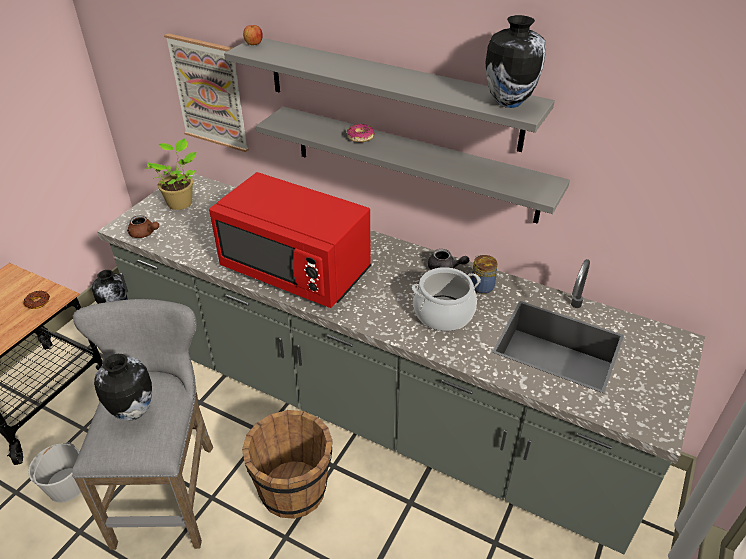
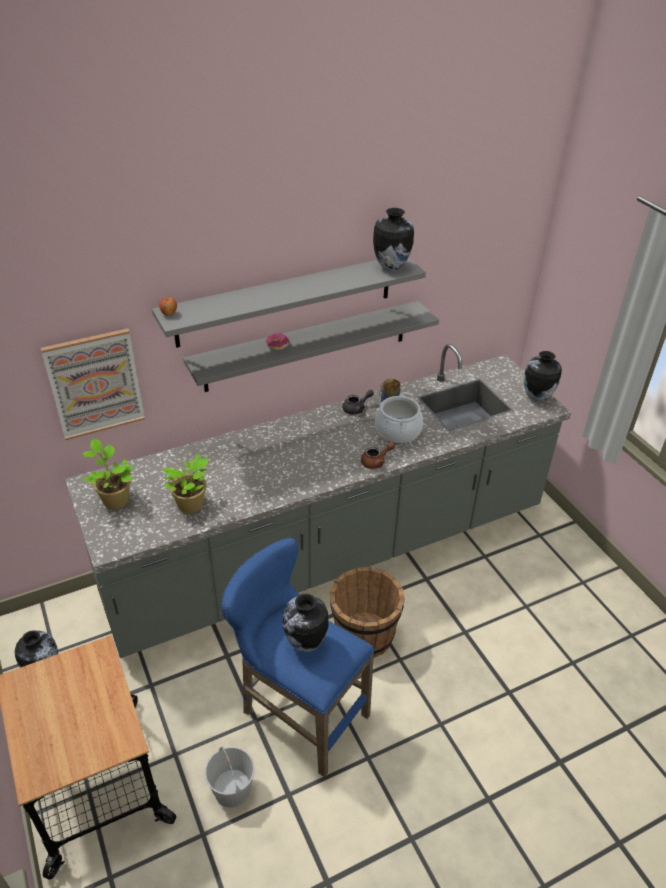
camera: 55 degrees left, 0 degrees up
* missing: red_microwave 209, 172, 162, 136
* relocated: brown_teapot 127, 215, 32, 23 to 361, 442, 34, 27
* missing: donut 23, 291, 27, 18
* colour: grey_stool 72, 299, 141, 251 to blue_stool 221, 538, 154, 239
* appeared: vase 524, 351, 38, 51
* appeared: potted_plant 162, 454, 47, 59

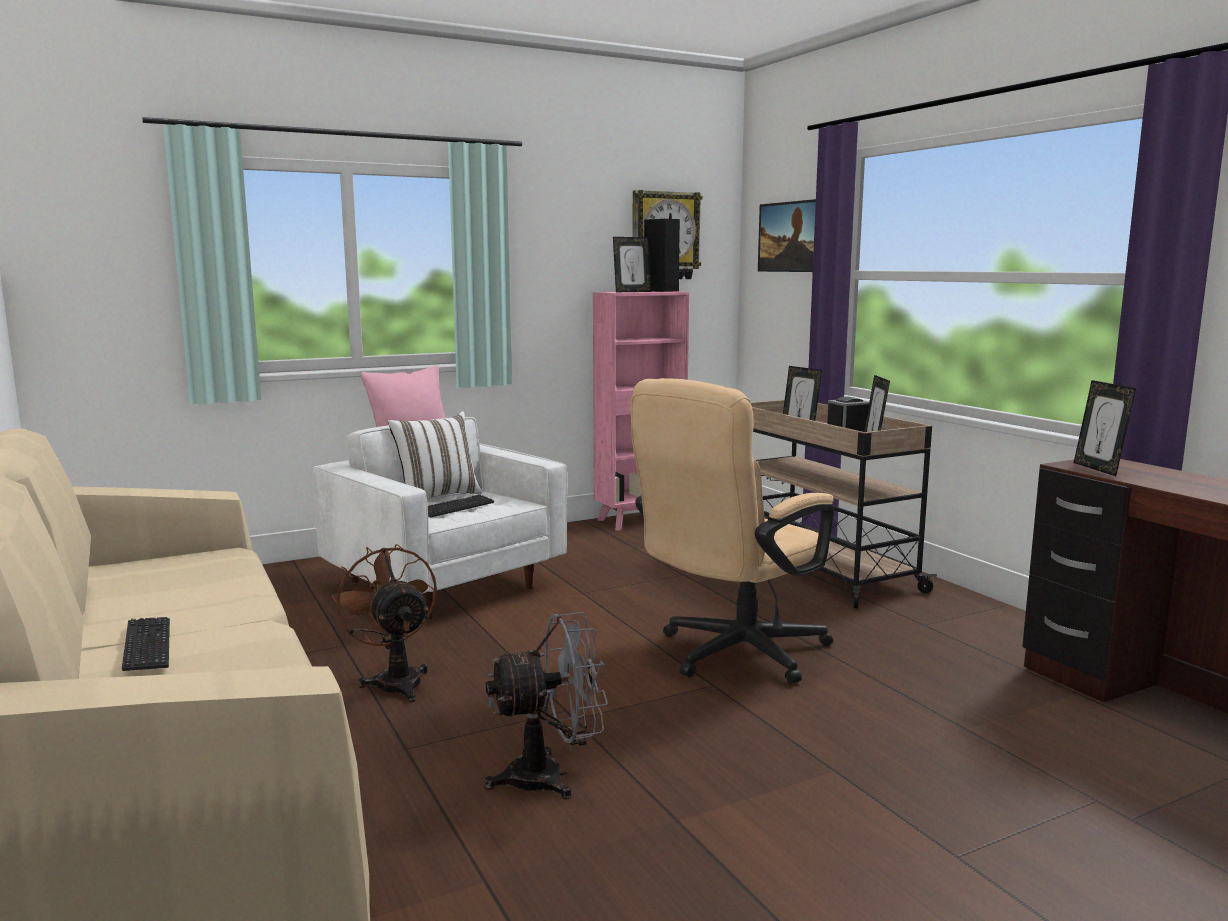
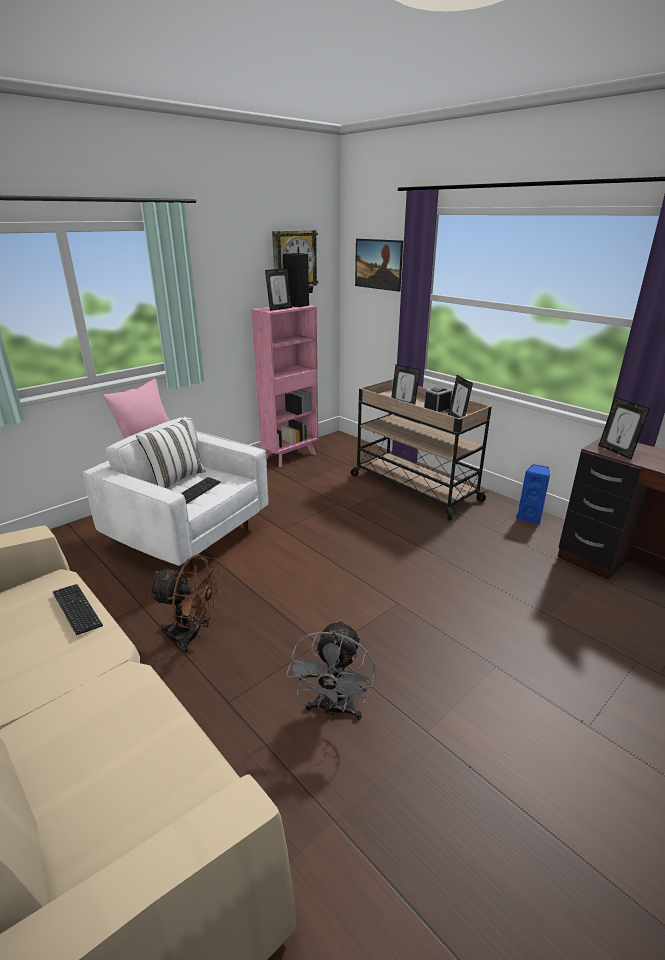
camera: 15 degrees left, 15 degrees up
* missing: beige_office_chair 631, 378, 203, 306
* spun: brown_fan 331, 544, 106, 158 = 148, 555, 74, 99 150 degrees clockwise
* spun: grey_fan 484, 612, 124, 188 = 286, 619, 89, 101 135 degrees clockwise
* relocated: keyboard 122, 617, 48, 54 to 53, 584, 50, 51
* appeared: blue_speaker 517, 464, 33, 60

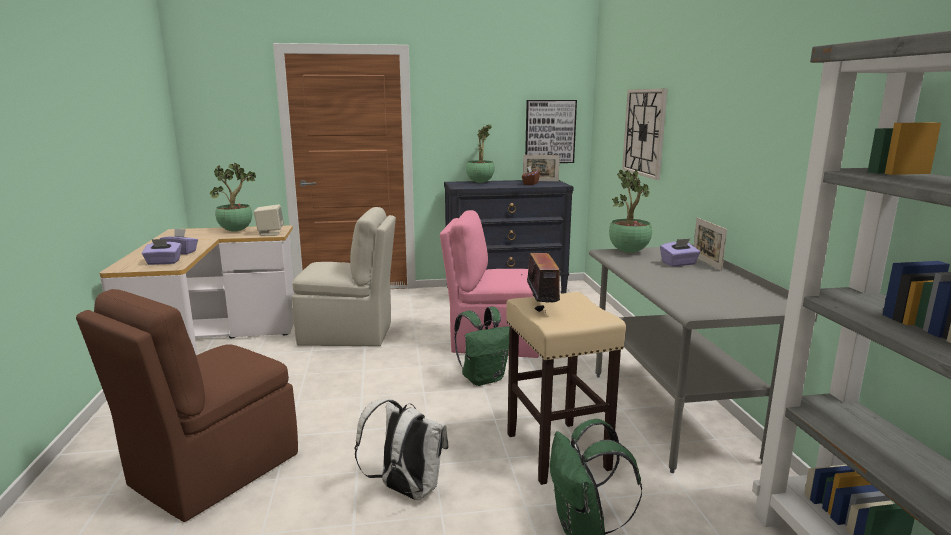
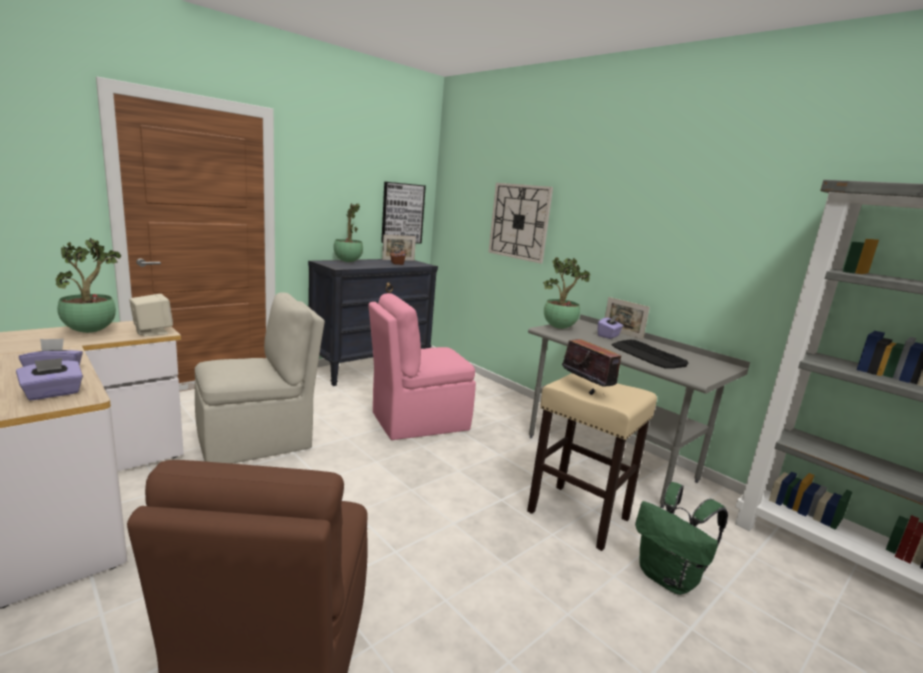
camera: 35 degrees left, 0 degrees up
* missing: green_backpack 454, 307, 55, 79
* missing: white_backpack 354, 399, 95, 101
* appeared: keyboard 611, 339, 78, 30

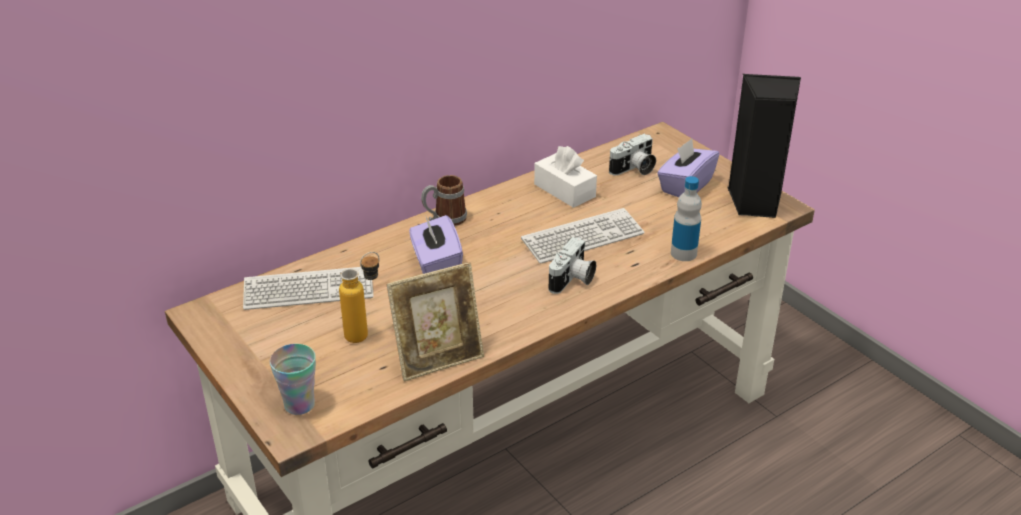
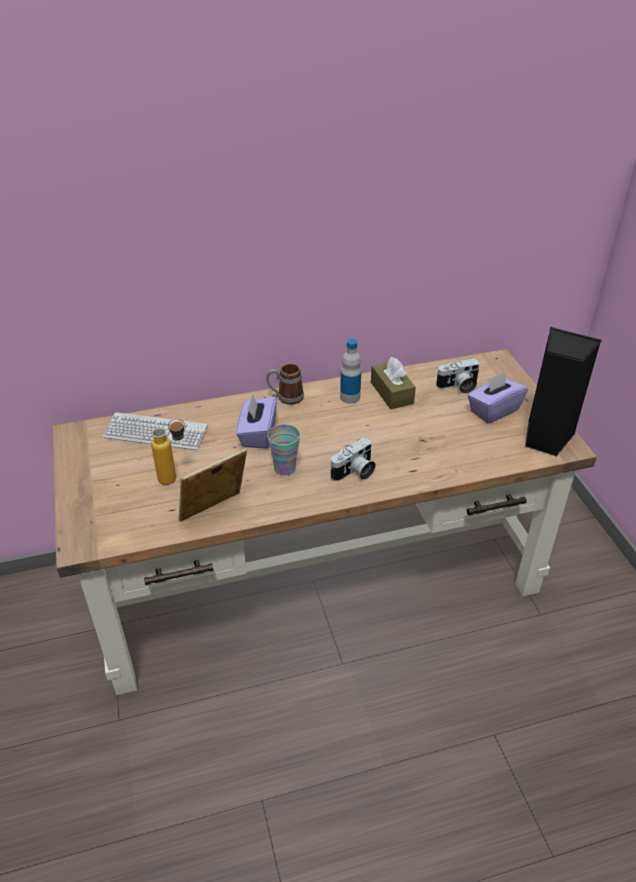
camera: 20 degrees right, 5 degrees up
* colour: white_tissue_box 534, 146, 63, 62 to brown_tissue_box 371, 357, 45, 52
* relocated: bottle 671, 176, 31, 85 to 340, 339, 21, 65
* missing: keyboard 521, 208, 124, 55
* spun: picture_frame 387, 262, 97, 119 = 179, 448, 68, 74 150 degrees clockwise
* relocated: cup 270, 344, 46, 71 to 267, 424, 33, 51

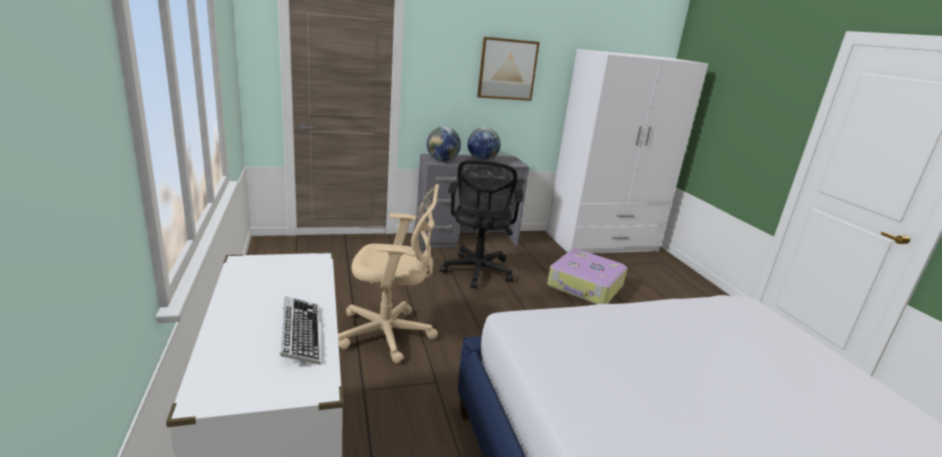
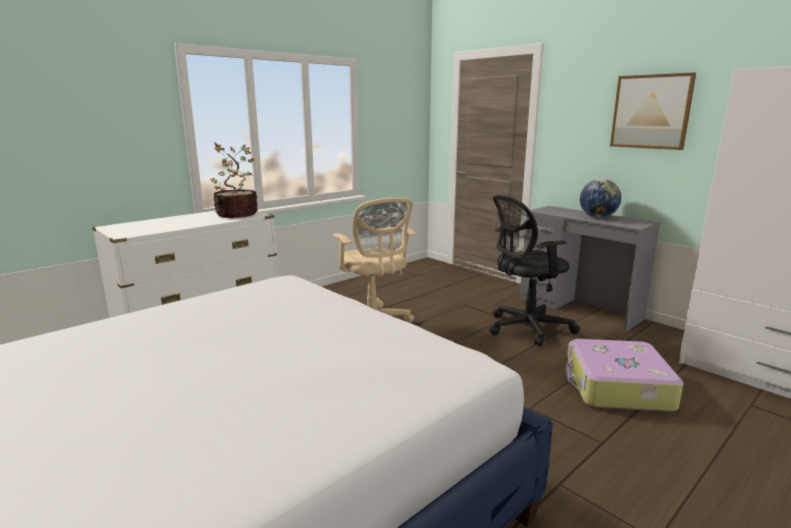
camera: 65 degrees right, 5 degrees down
* missing: globe 427, 127, 34, 35
* missing: keyboard 280, 296, 41, 69
* appeared: potted_plant 211, 142, 47, 76

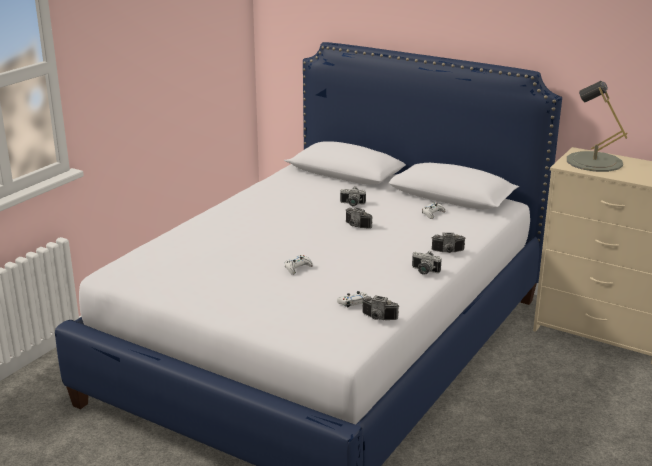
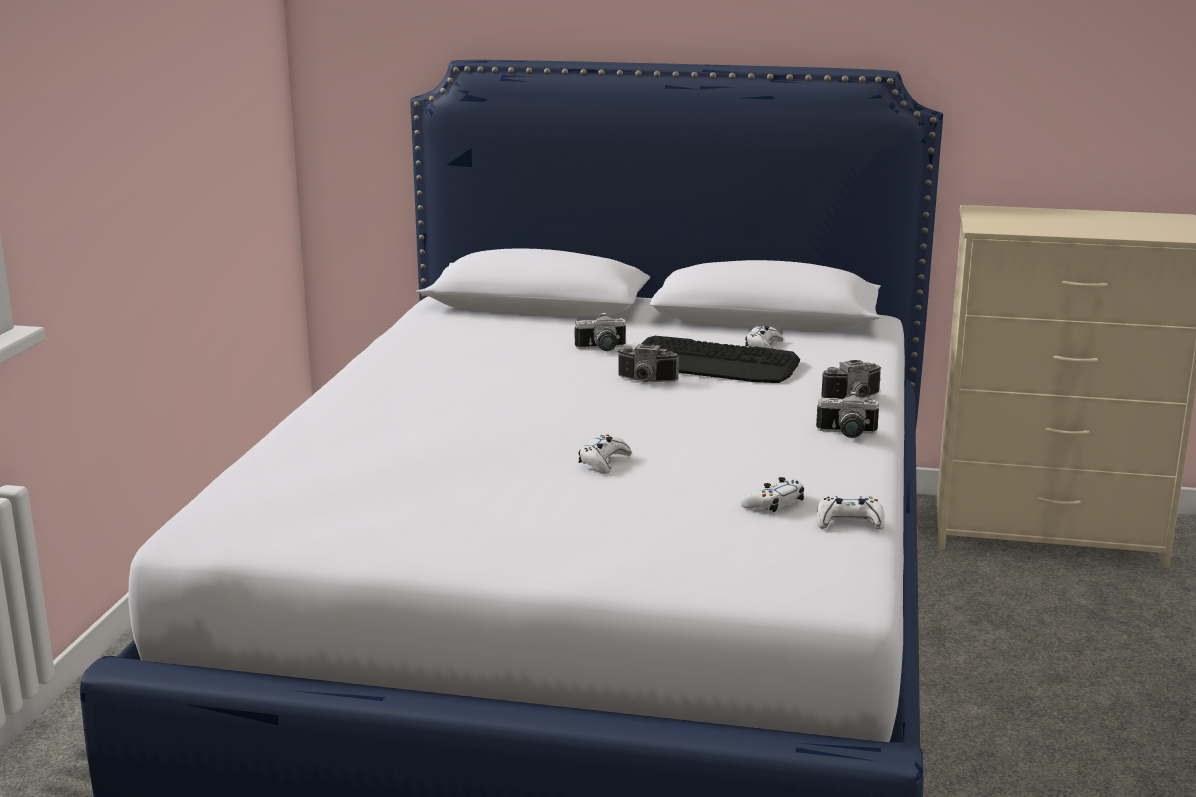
camera: 20 degrees left, 5 degrees down
* missing: grey_table_lamp 567, 81, 61, 91
* exchanged: photo_camera 362, 295, 37, 25 to white_game_controller 817, 496, 68, 34
* appeared: keyboard 641, 336, 159, 47

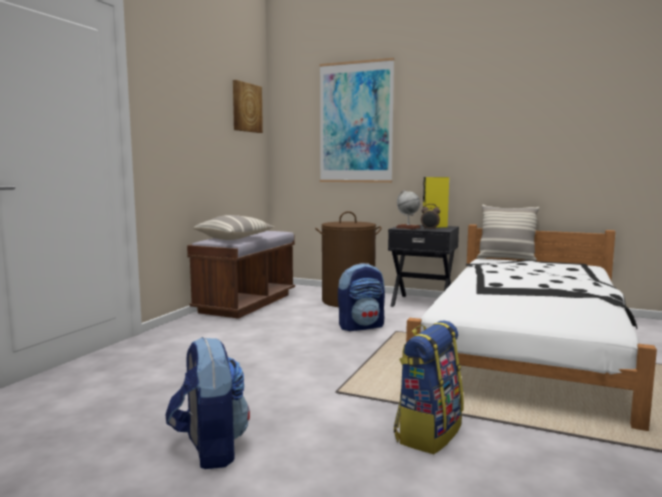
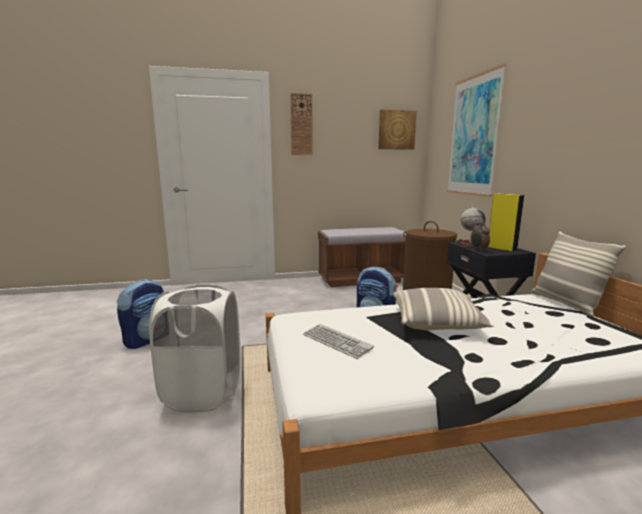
camera: 55 degrees right, 5 degrees up
* relocated: pillow 193, 215, 81, 25 to 393, 288, 101, 42
* exchanged: backpack 394, 320, 70, 134 to white_laundry_basket 149, 284, 92, 128
* appeared: wall_clock 290, 93, 23, 62
* appeared: keyboard 303, 324, 71, 35

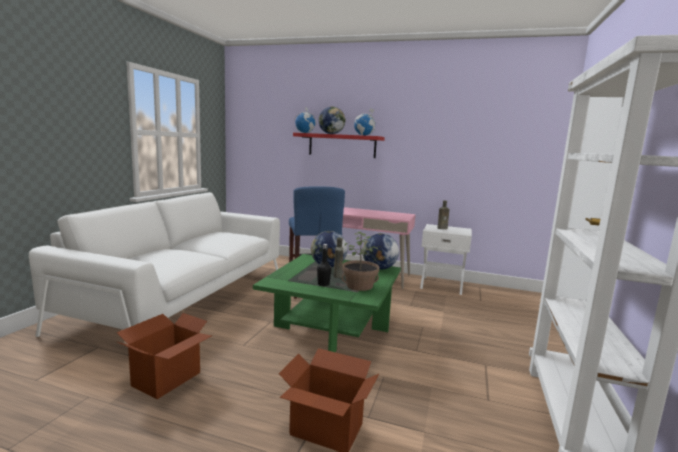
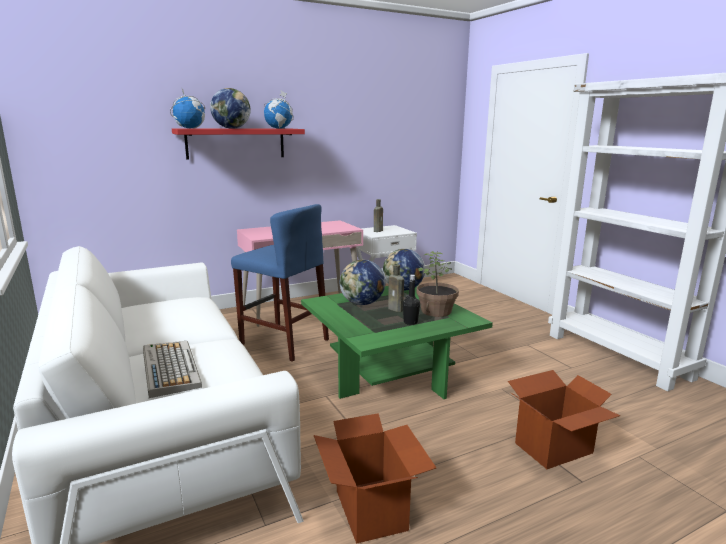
camera: 45 degrees left, 5 degrees up
* appeared: keyboard 143, 341, 59, 57

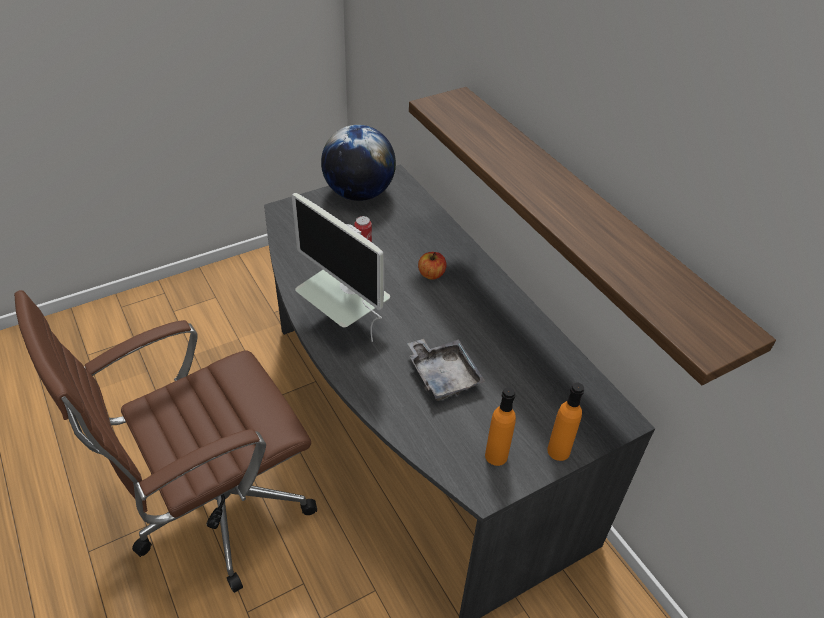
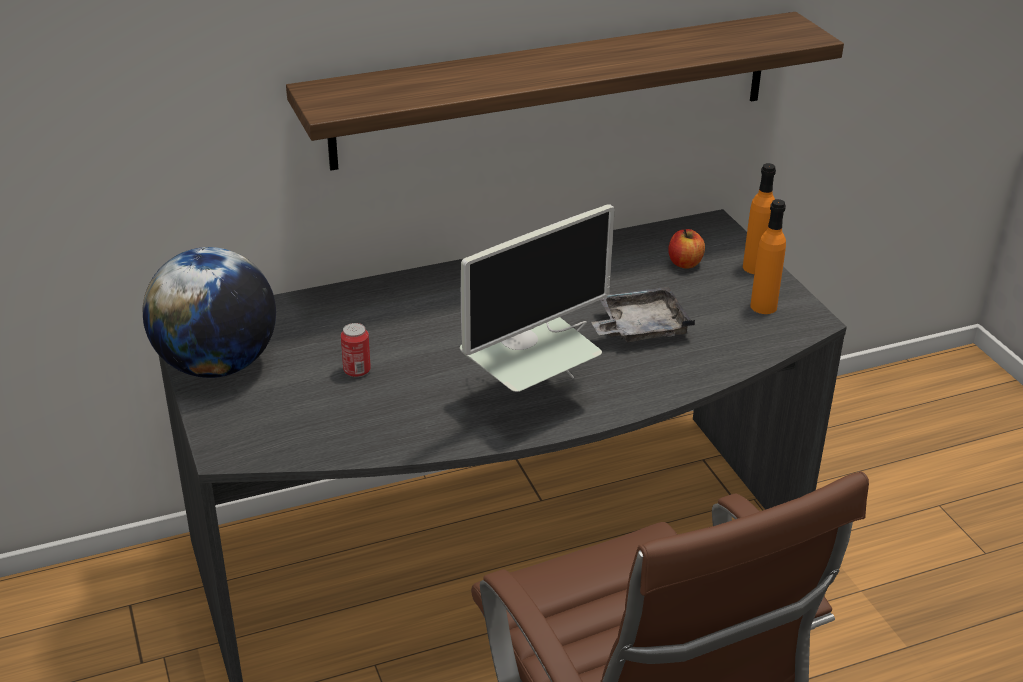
camera: 80 degrees left, 10 degrees down
* relocated: apple 418, 252, 29, 28 to 668, 229, 37, 39

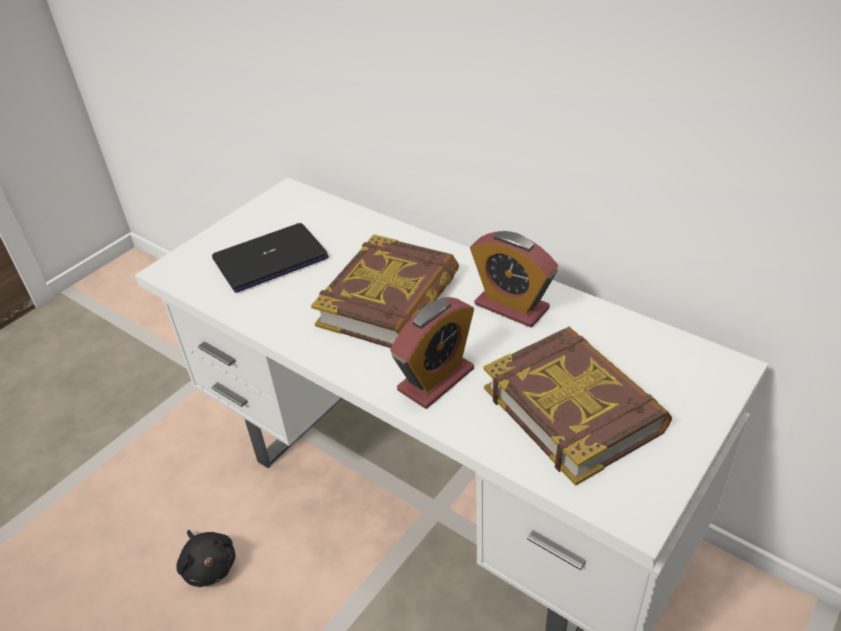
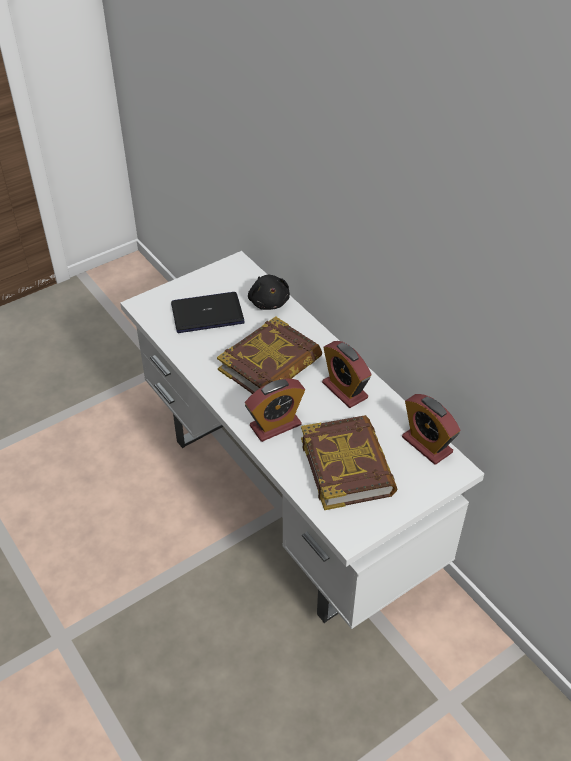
camera: 15 degrees right, 5 degrees up
* relocated: black_plush_toy 176, 530, 59, 57 to 248, 275, 42, 35
* appeared: alarm_clock 402, 394, 58, 71

